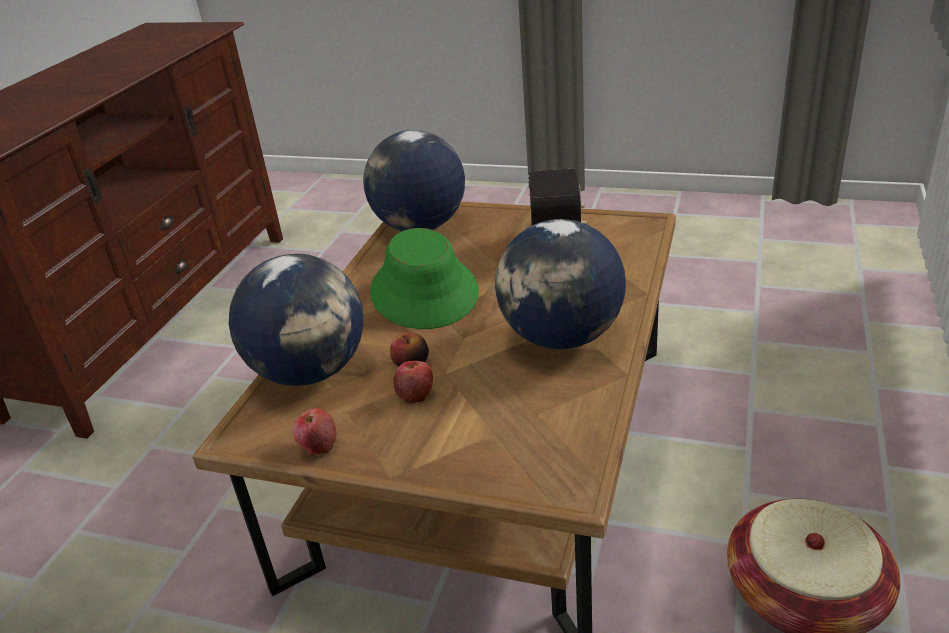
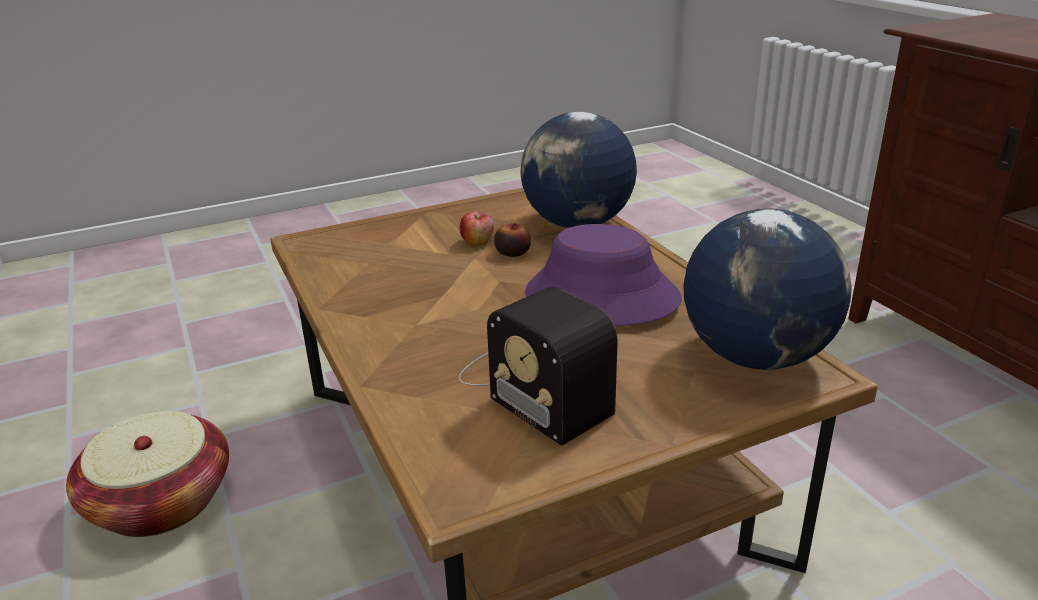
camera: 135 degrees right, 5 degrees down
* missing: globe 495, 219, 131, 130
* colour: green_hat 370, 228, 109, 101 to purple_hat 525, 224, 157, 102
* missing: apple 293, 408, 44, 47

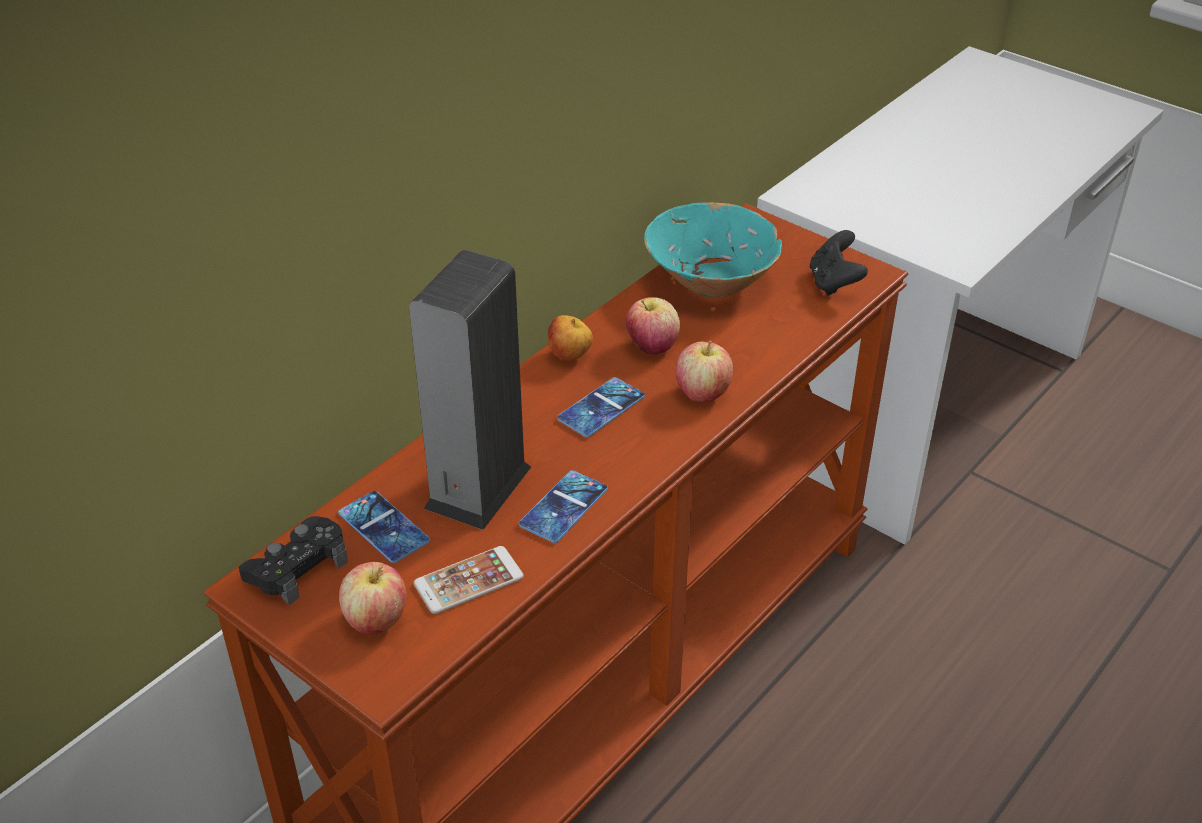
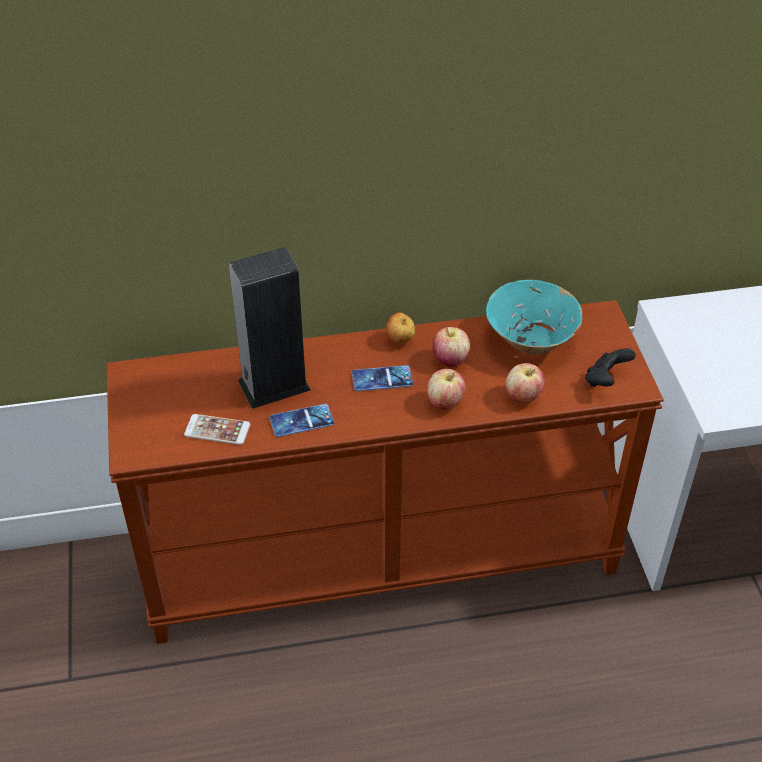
camera: 40 degrees right, 5 degrees up
* missing: phone 338, 491, 92, 72
* missing: black_game_controller 238, 516, 110, 89
* relocated: apple 339, 562, 67, 73 to 506, 363, 39, 40

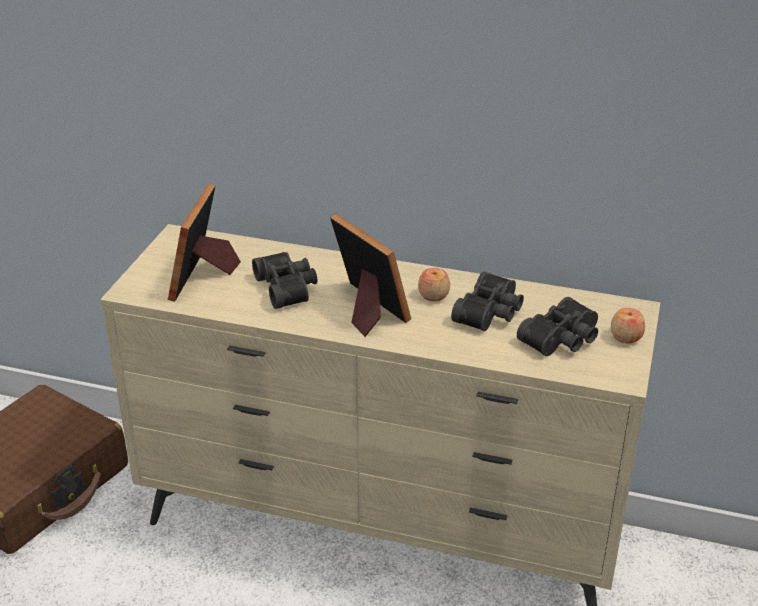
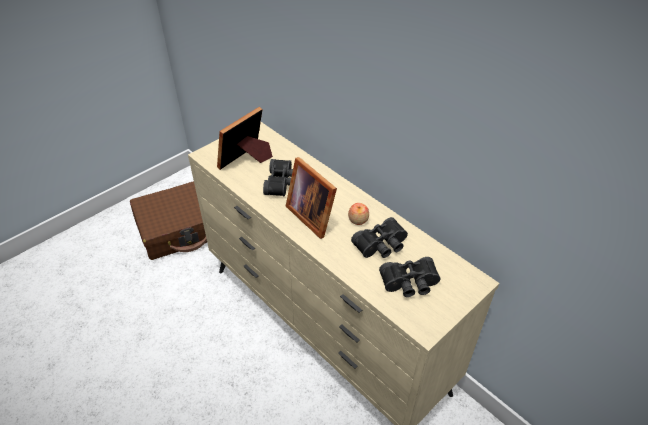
camera: 30 degrees right, 10 degrees up
* spun: picture_frame 330, 213, 81, 124 = 286, 157, 51, 82 150 degrees clockwise
* missing: apple 611, 308, 34, 36

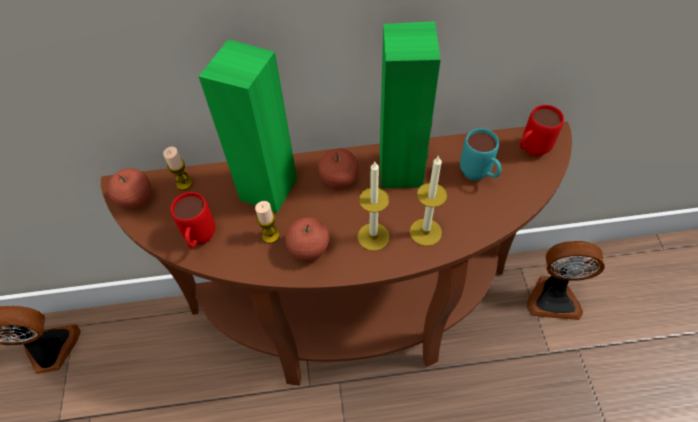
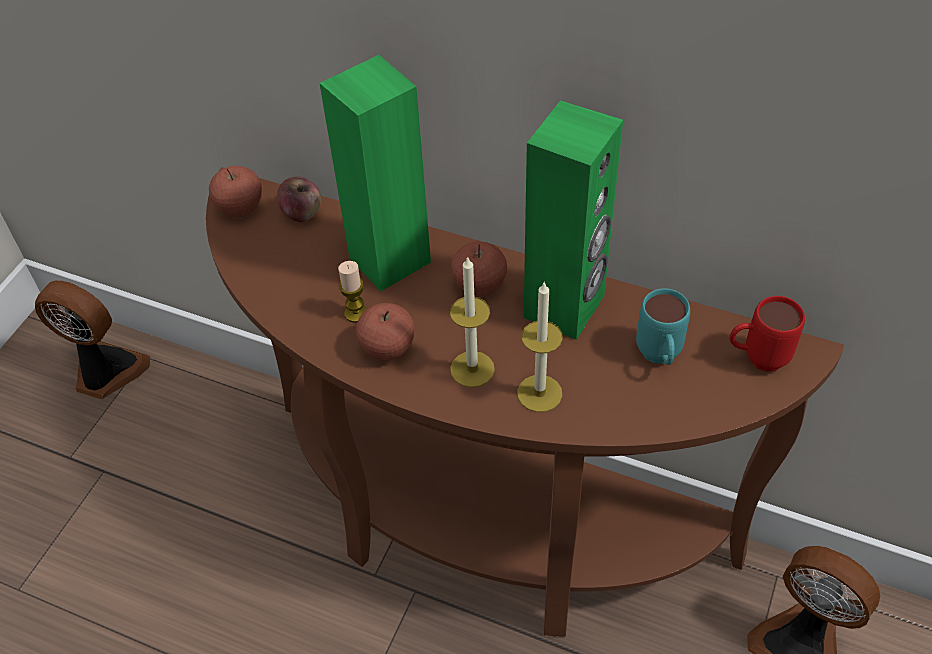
camera: 30 degrees right, 5 degrees down
* exchanged: candle 163, 147, 30, 43 to apple 277, 177, 44, 45
* missing: red_mug 171, 192, 45, 57

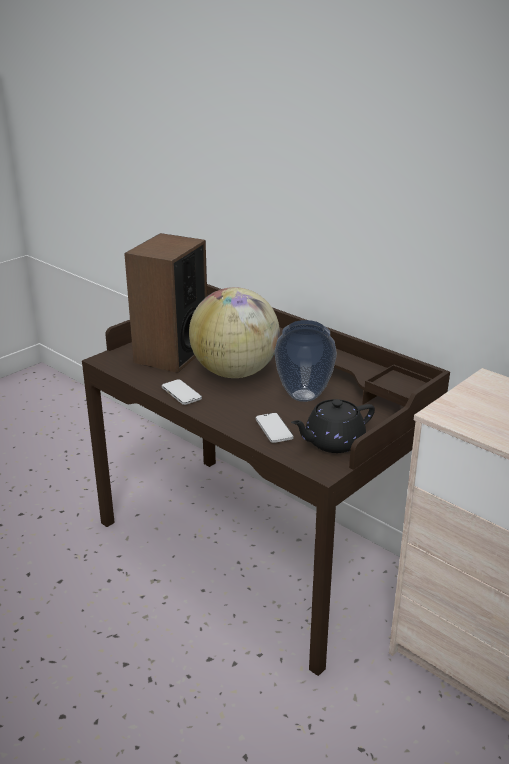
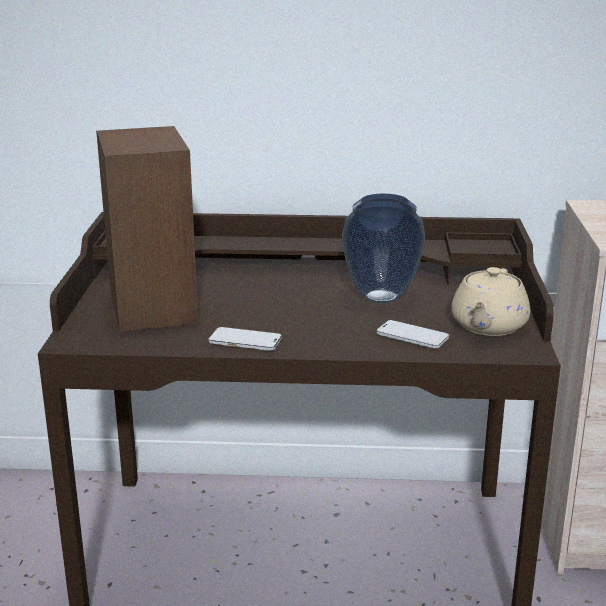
camera: 40 degrees left, 5 degrees down
* missing: globe 189, 287, 91, 91
* colour: black_teapot 291, 399, 84, 54 to beige_teapot 451, 267, 79, 69

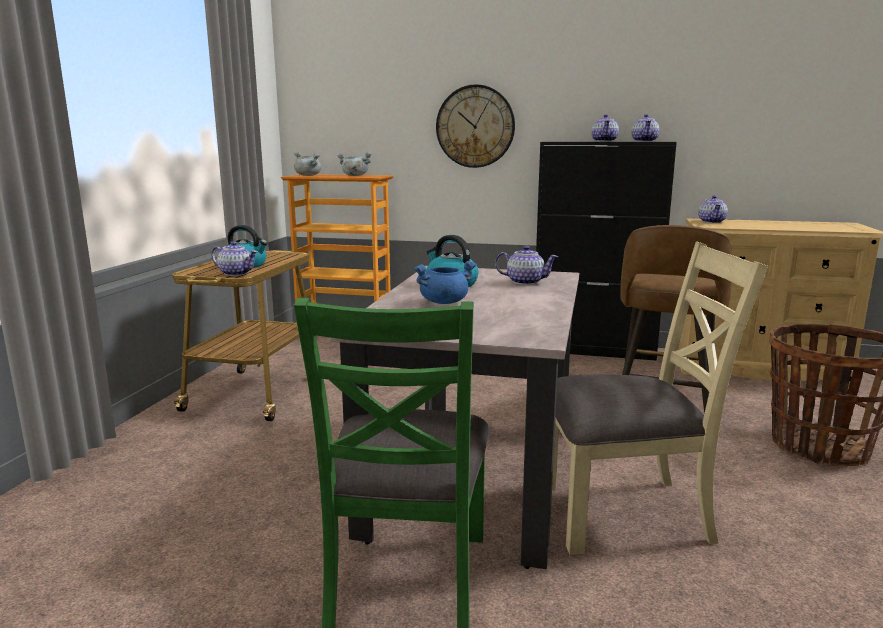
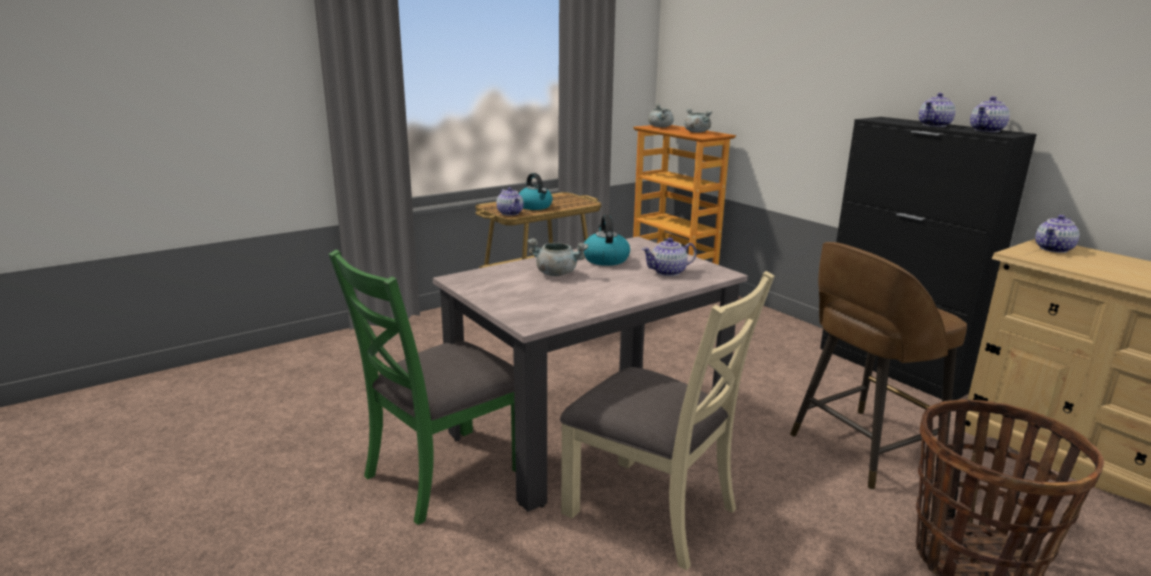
camera: 40 degrees right, 5 degrees up
* missing: wall_clock 436, 84, 79, 84
* spun: teapot 495, 246, 63, 39 = 642, 238, 55, 38 105 degrees clockwise
* colour: blue_cooking_pot 414, 261, 63, 43 to grey_cooking_pot 527, 238, 61, 38

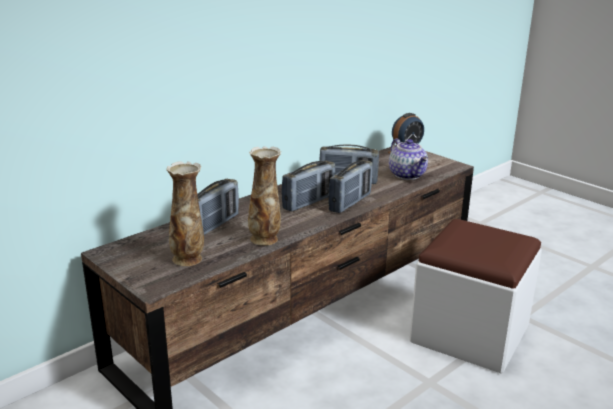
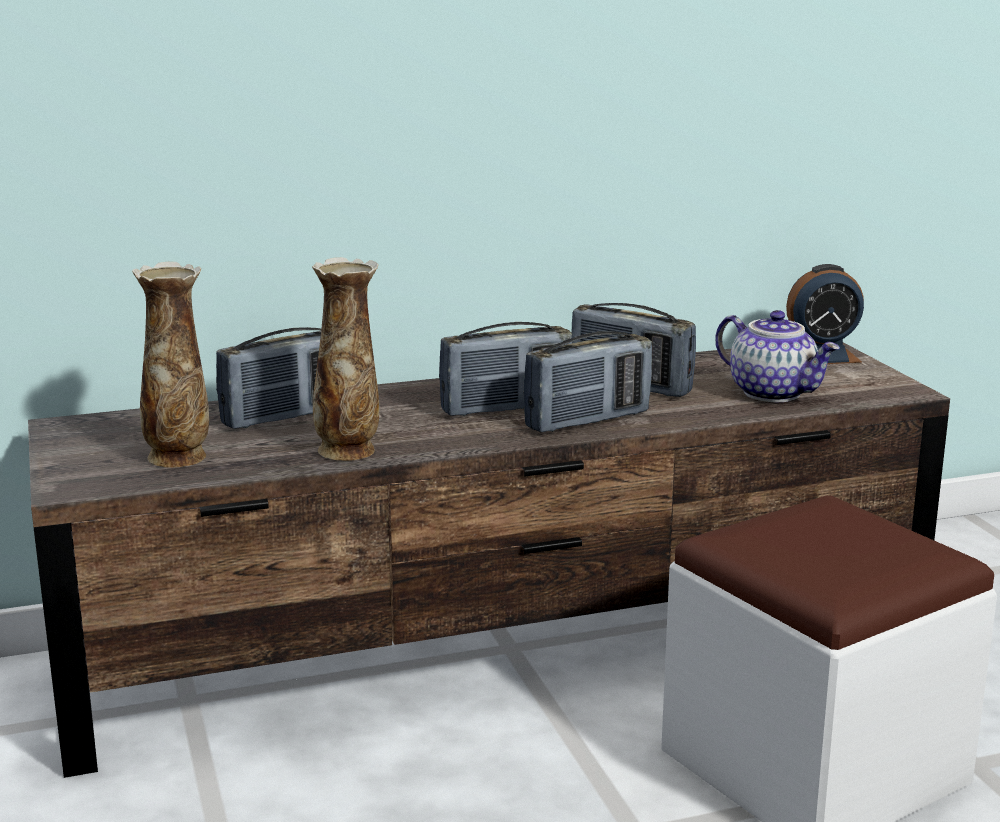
camera: 25 degrees right, 5 degrees down
* spun: teapot 389, 138, 39, 42 = 715, 310, 125, 92 45 degrees counterclockwise

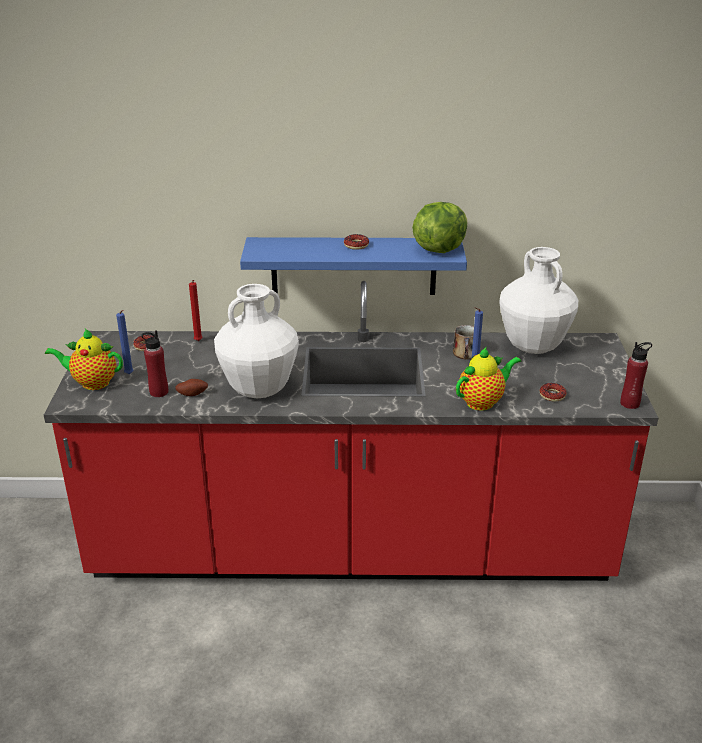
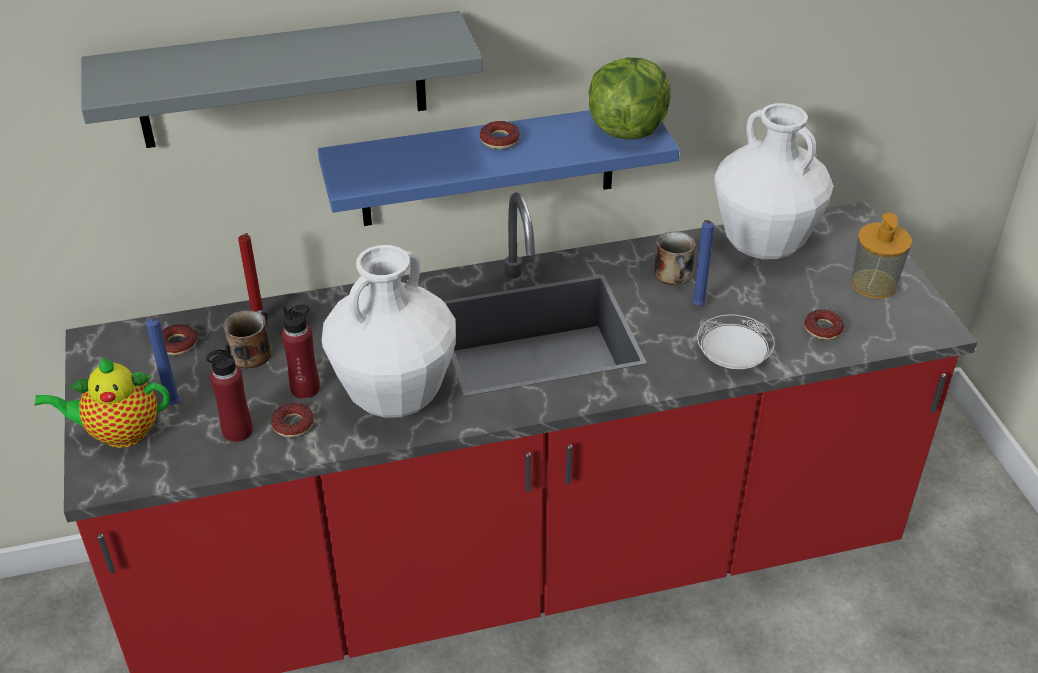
camera: 15 degrees left, 10 degrees up
* relocated: red_bottle 620, 342, 32, 67 to 282, 305, 38, 94
* exchanged: teapot 456, 347, 65, 64 to white_plate 697, 314, 78, 55
* exchanged: potato 175, 379, 33, 17 to donut 271, 403, 43, 35
* appeared: grey_shelf 81, 11, 402, 137
* appeared: soap_dispenser 851, 213, 61, 85
* appeared: mug 223, 310, 49, 59

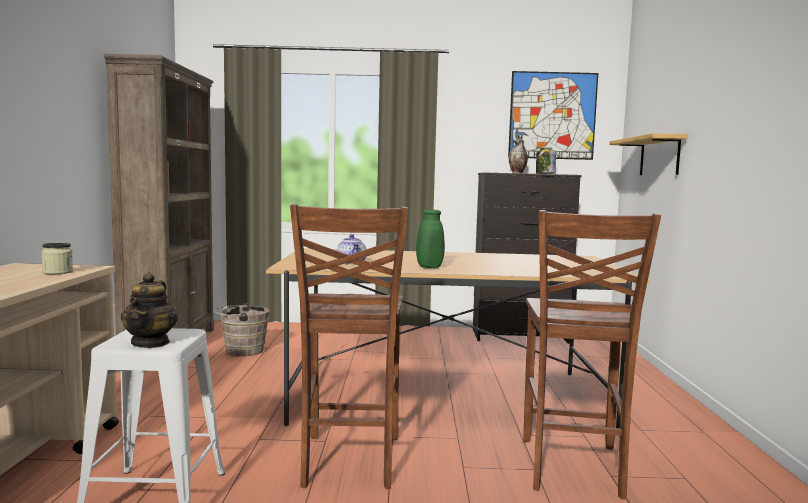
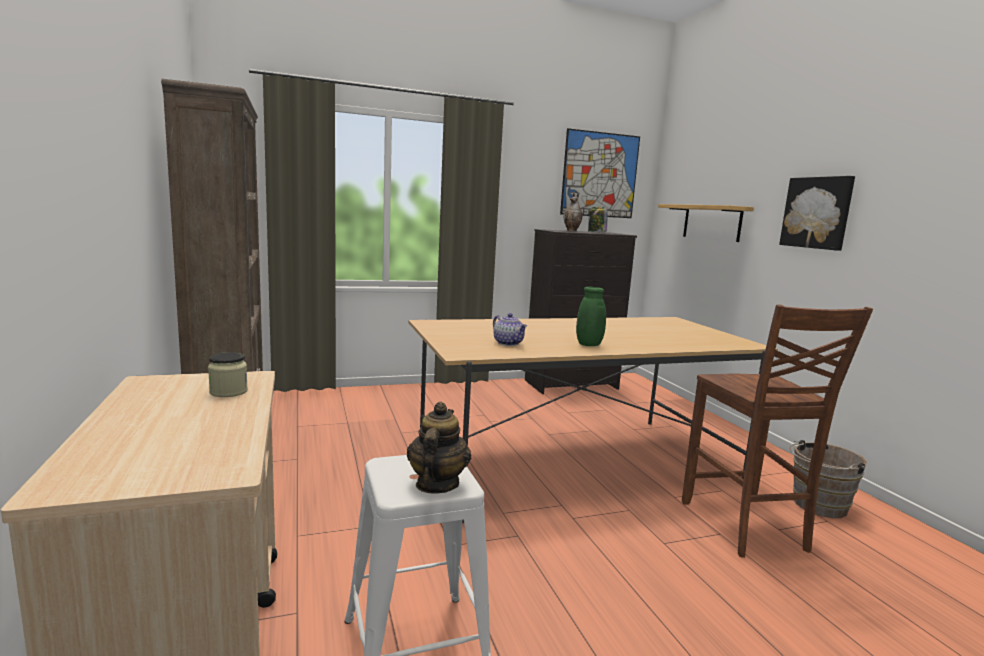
camera: 20 degrees left, 5 degrees up
* missing: brown_chair 290, 204, 118, 285
* spun: teapot 121, 272, 57, 76 = 407, 402, 64, 92 150 degrees counterclockwise
* relocated: brown_bucket 214, 303, 55, 54 to 789, 440, 78, 78
* appeared: picture 779, 176, 76, 75

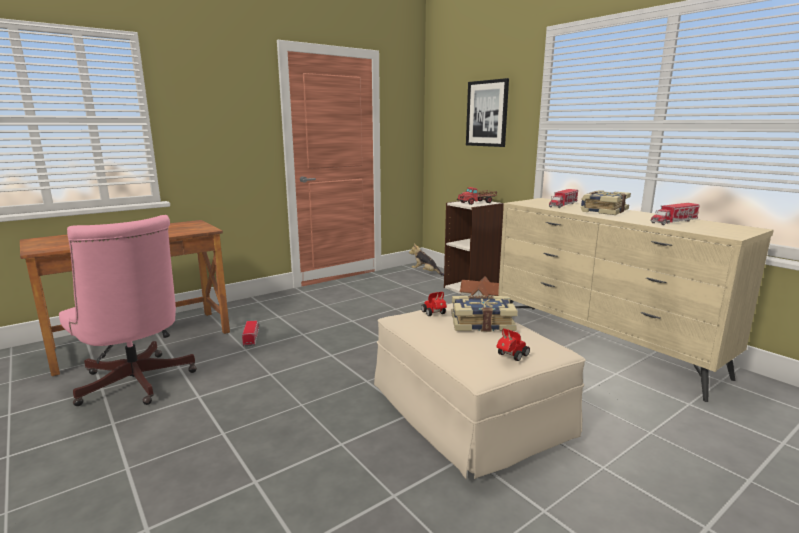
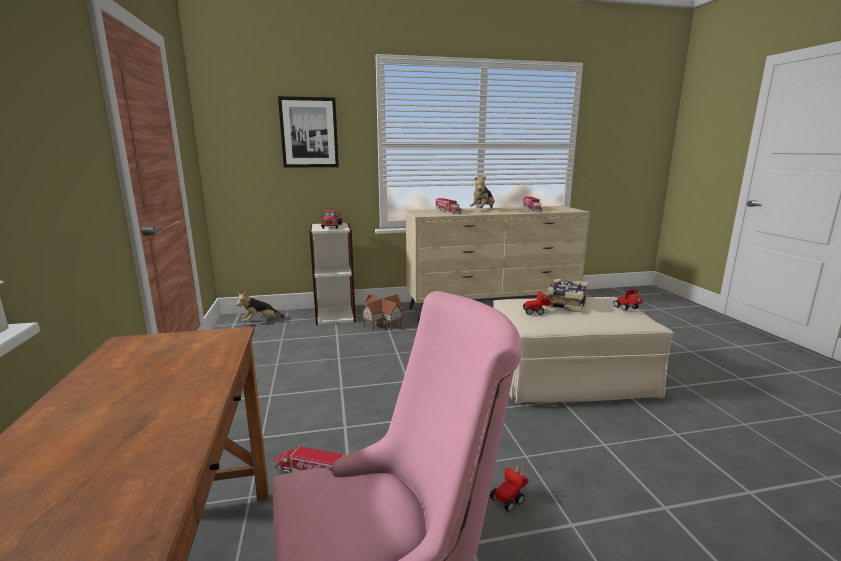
camera: 65 degrees left, 0 degrees up
* exchanged: book 580, 190, 51, 25 to plush_toy 470, 176, 25, 32
* appeared: toy_car 490, 463, 38, 49

